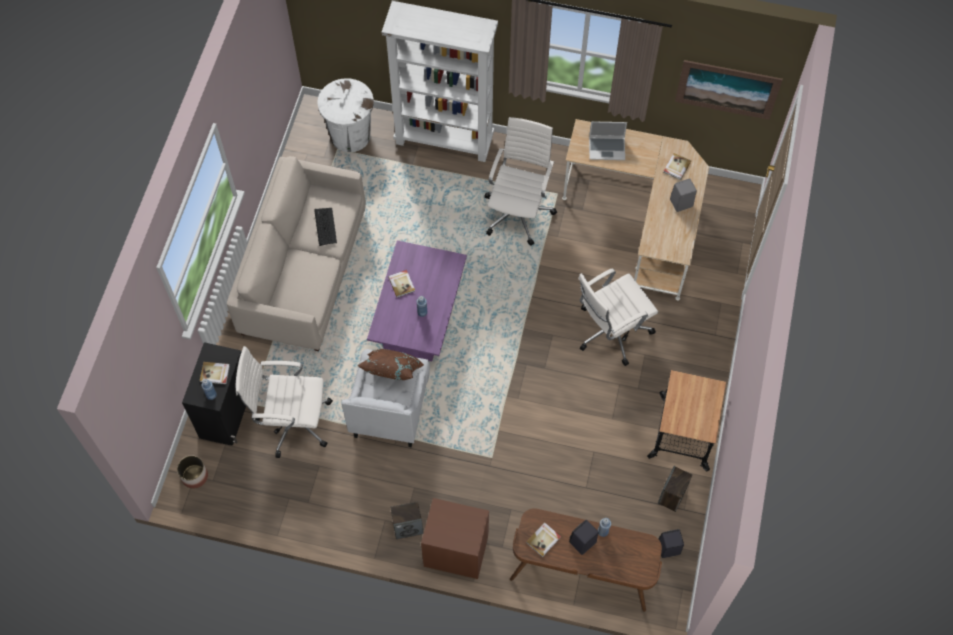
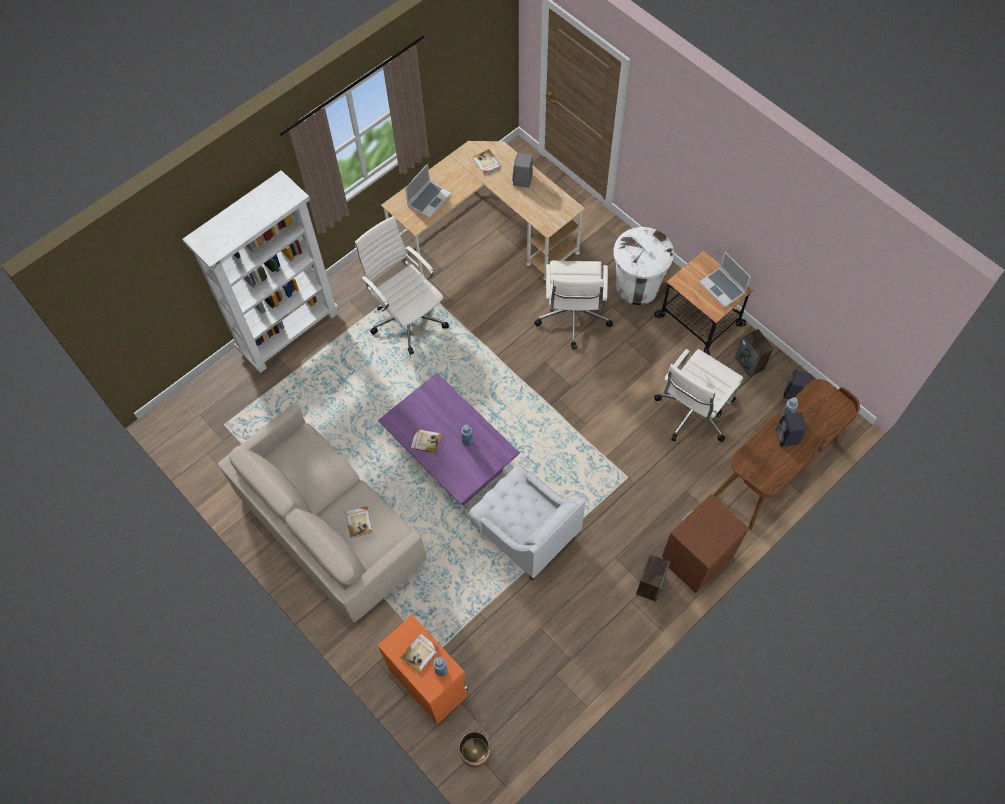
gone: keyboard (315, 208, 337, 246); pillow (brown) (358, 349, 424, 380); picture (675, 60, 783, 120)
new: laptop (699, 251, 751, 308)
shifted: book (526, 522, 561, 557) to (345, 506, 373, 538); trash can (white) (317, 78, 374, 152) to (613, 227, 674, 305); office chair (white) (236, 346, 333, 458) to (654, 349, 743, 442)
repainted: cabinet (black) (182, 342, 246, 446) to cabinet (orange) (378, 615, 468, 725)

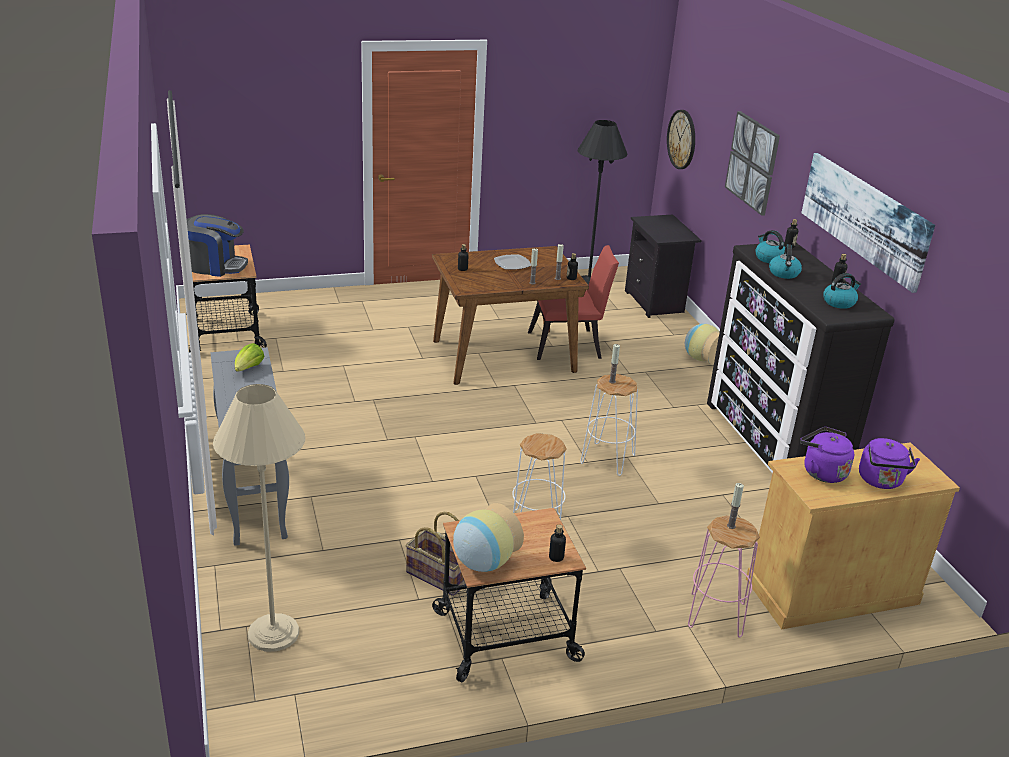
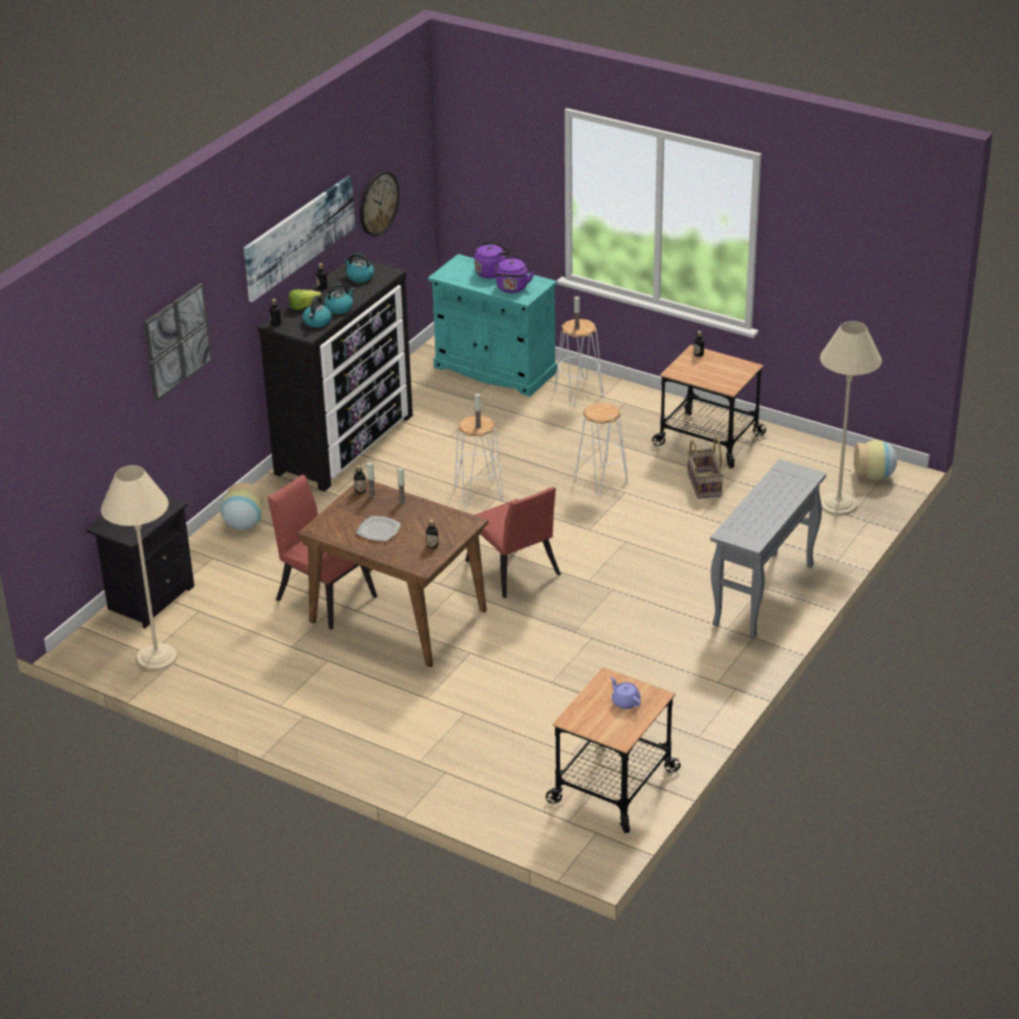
new: chair (red) (465, 487, 561, 598)
shifted: lettuce (235, 343, 264, 372) to (289, 289, 321, 310); wall clock (667, 110, 695, 169) to (360, 171, 399, 236); vase (453, 503, 524, 572) to (854, 440, 897, 480)
swapped: coffee machine (187, 214, 248, 277) to teapot (purple) (610, 677, 641, 709)
repainted: floor lamp (black) (578, 120, 627, 285) to floor lamp (beige) (101, 465, 177, 671); cabinet (beige) (746, 442, 960, 629) to cabinet (turquoise) (428, 254, 557, 397); stool (pink) (688, 516, 760, 638) to stool (white) (554, 319, 604, 406)

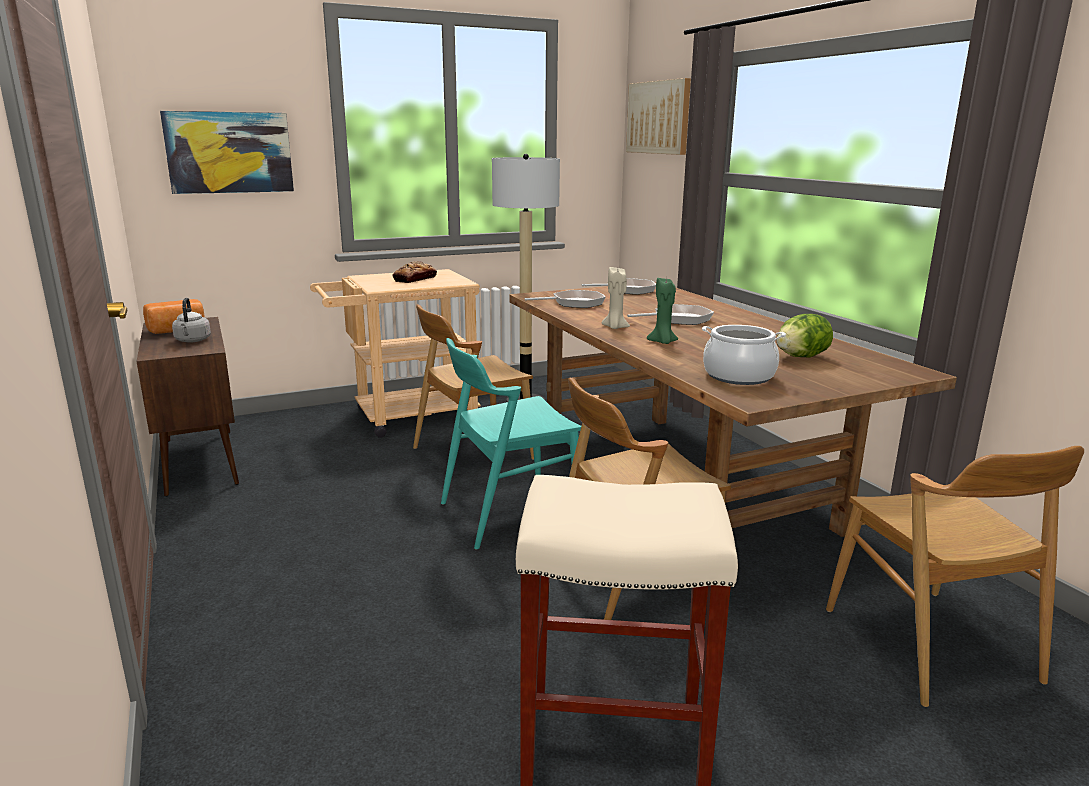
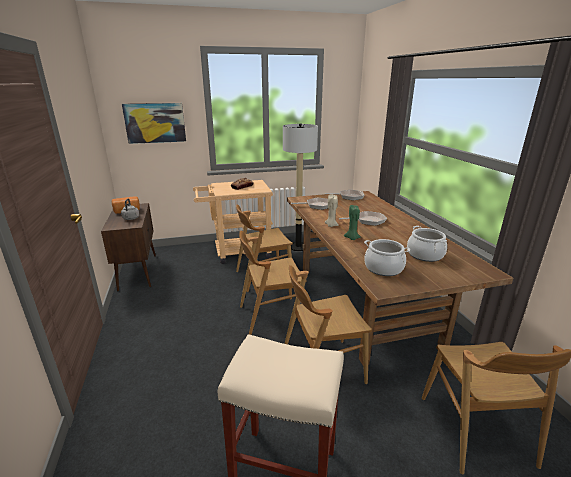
gone: picture (626, 78, 691, 155)
swapped: lettuce (777, 314, 833, 357) to cooking pot (407, 226, 447, 262)
repainted: chair (turquoise) (441, 338, 581, 549) to chair (brown) (239, 231, 307, 335)

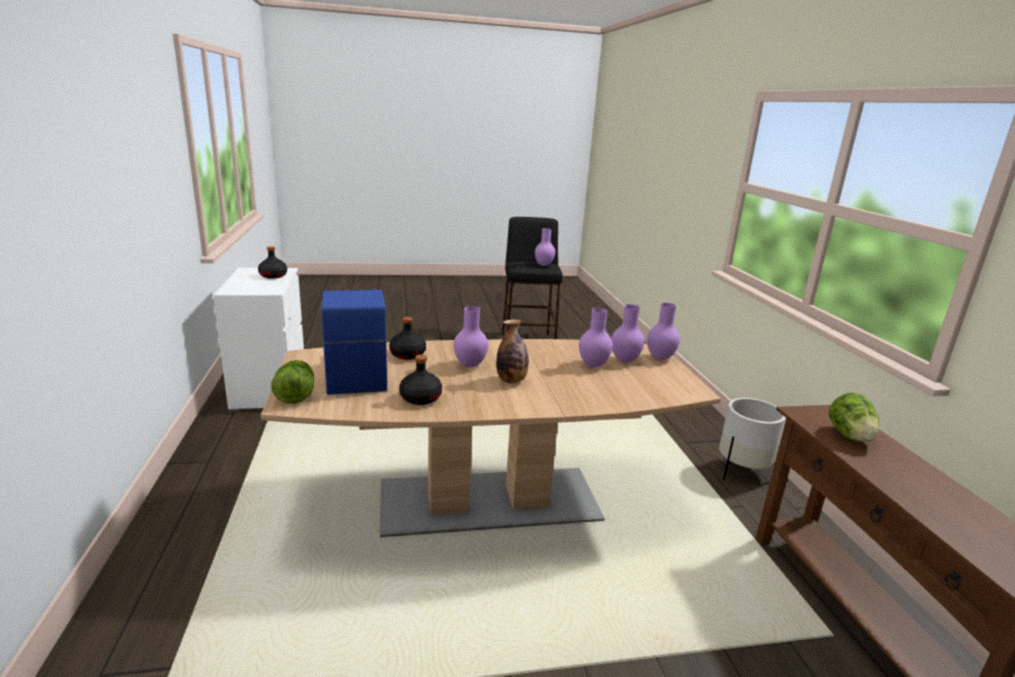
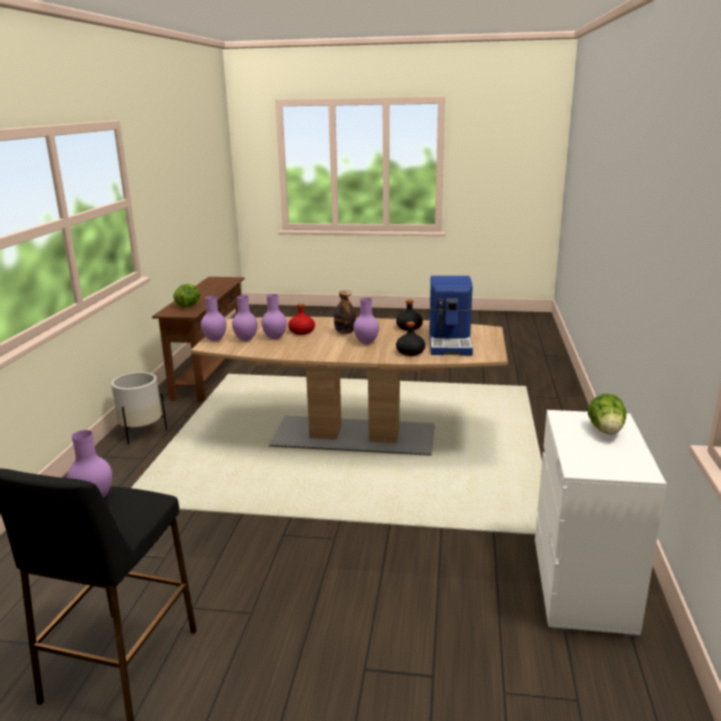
gone: bottle (black) (258, 246, 287, 279)
new: bottle (red) (288, 303, 315, 335)
shifted: lettuce (271, 360, 314, 404) to (588, 394, 626, 435)

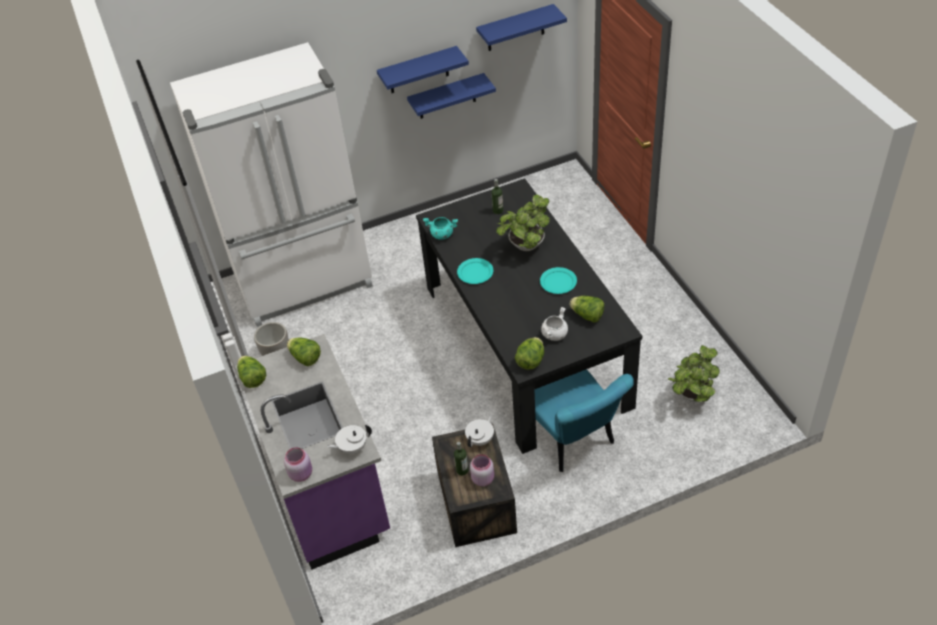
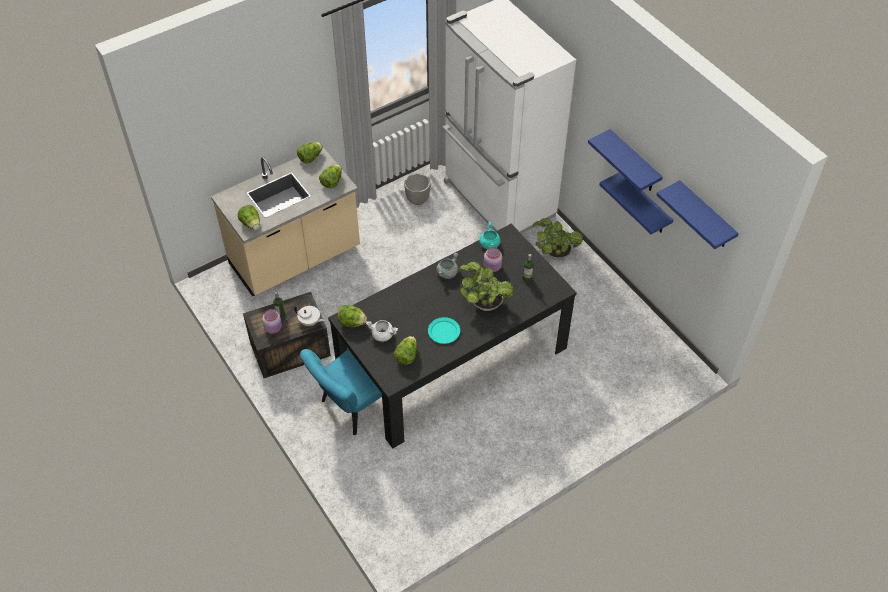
shifted: jar (pink) (284, 447, 312, 482) to (484, 247, 502, 272); potted plant (668, 345, 720, 402) to (532, 218, 583, 260)
swapped: teapot (white) (327, 425, 372, 454) to lettuce (238, 205, 260, 230); plate (turquoise) (457, 258, 493, 284) to cooking pot (grey) (436, 252, 458, 279)
repainted: counter (purple) (235, 334, 390, 570) to counter (beige) (211, 147, 360, 297)

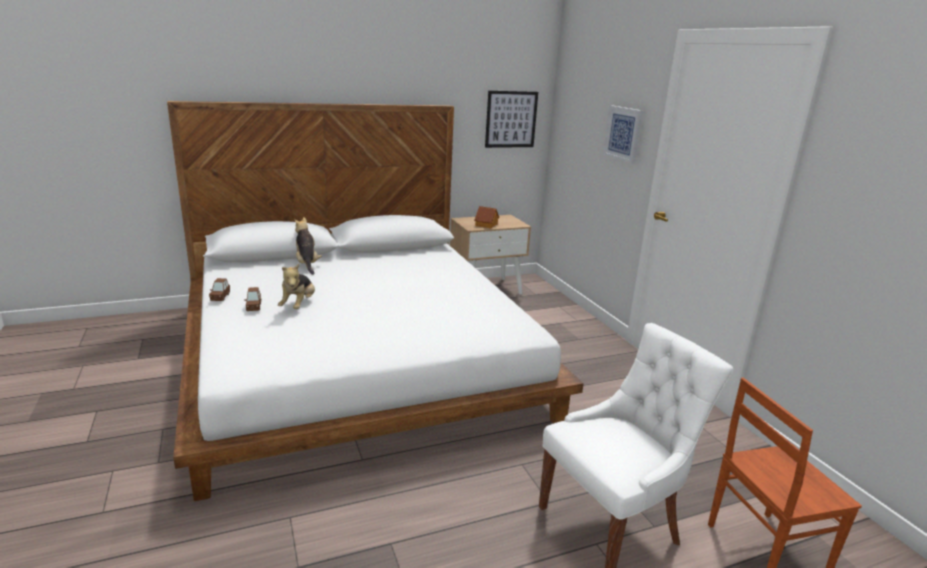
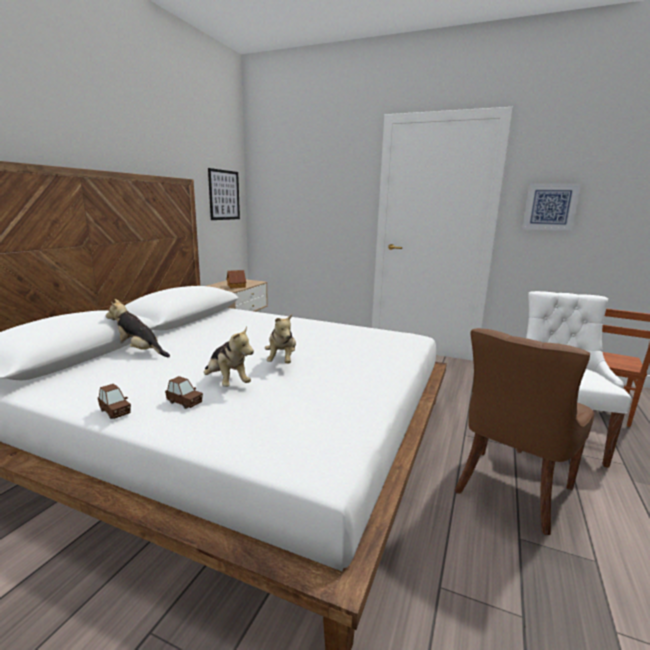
new: plush toy (265, 314, 296, 364); chair (brown) (454, 328, 594, 535)
shifted: picture (603, 105, 643, 164) to (522, 183, 581, 231)

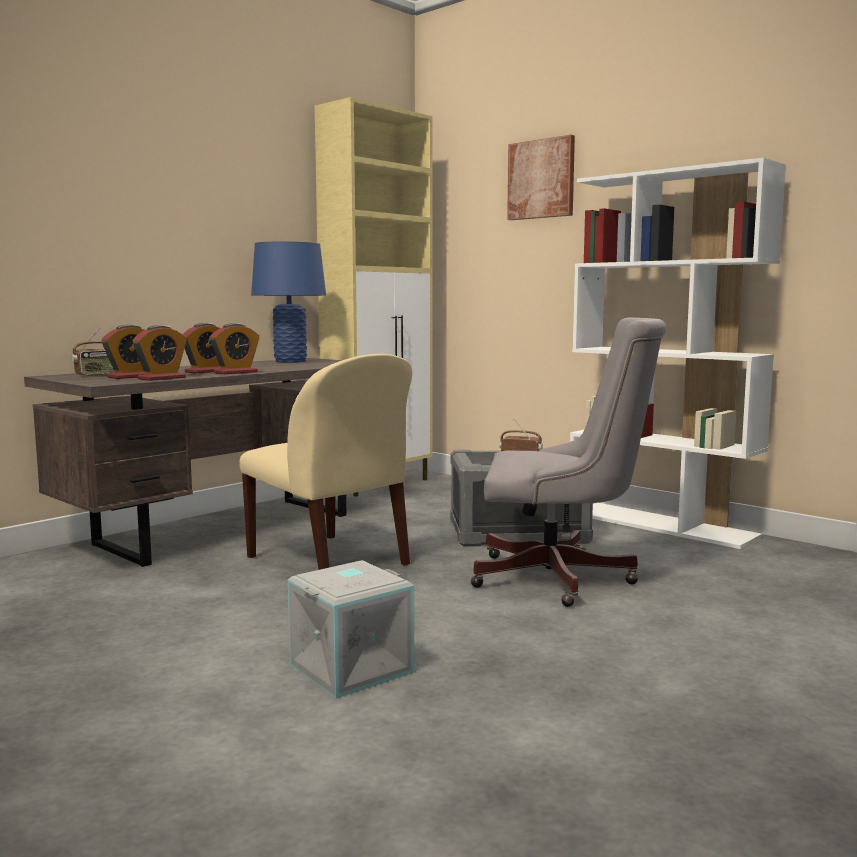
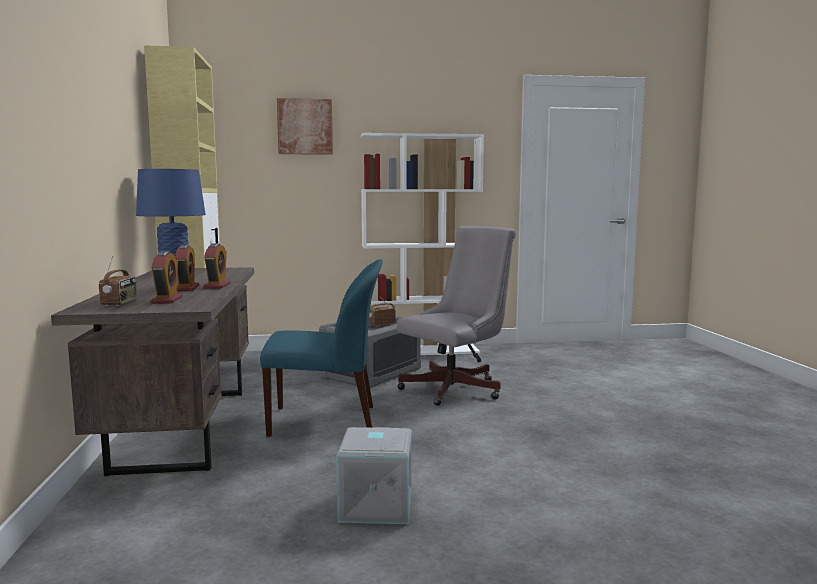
gone: alarm clock (132, 325, 187, 381)
shifted: storage box (grey) (288, 560, 414, 698) to (337, 427, 412, 524)
repainted: chair (beige) (239, 354, 412, 570) to chair (blue) (260, 259, 383, 437)

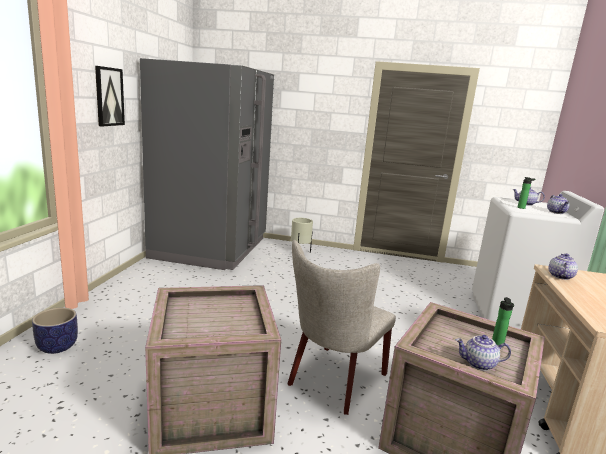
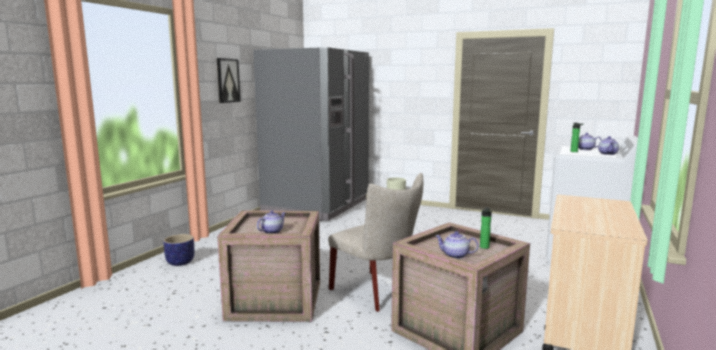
shifted: teapot (548, 253, 578, 280) to (257, 211, 286, 233)
rotated: chair (beige) (287, 240, 396, 415) = (328, 173, 423, 312) 90 degrees counterclockwise

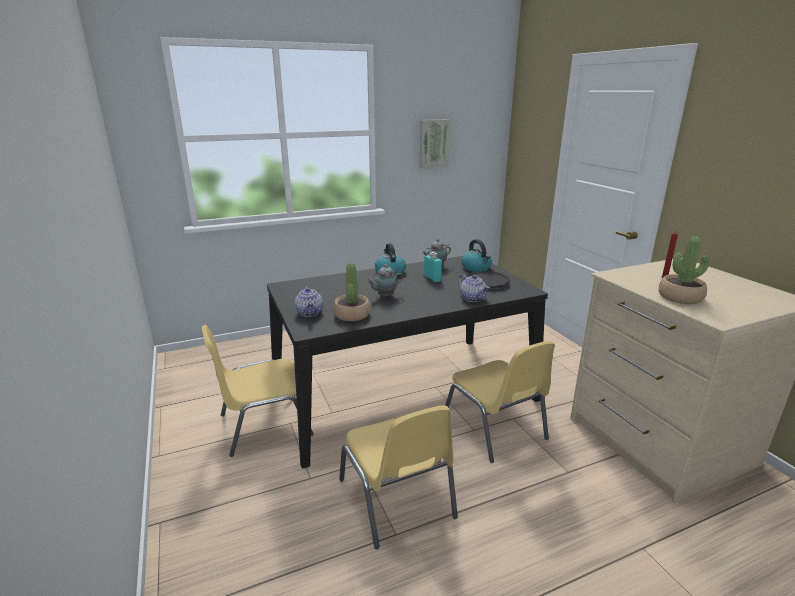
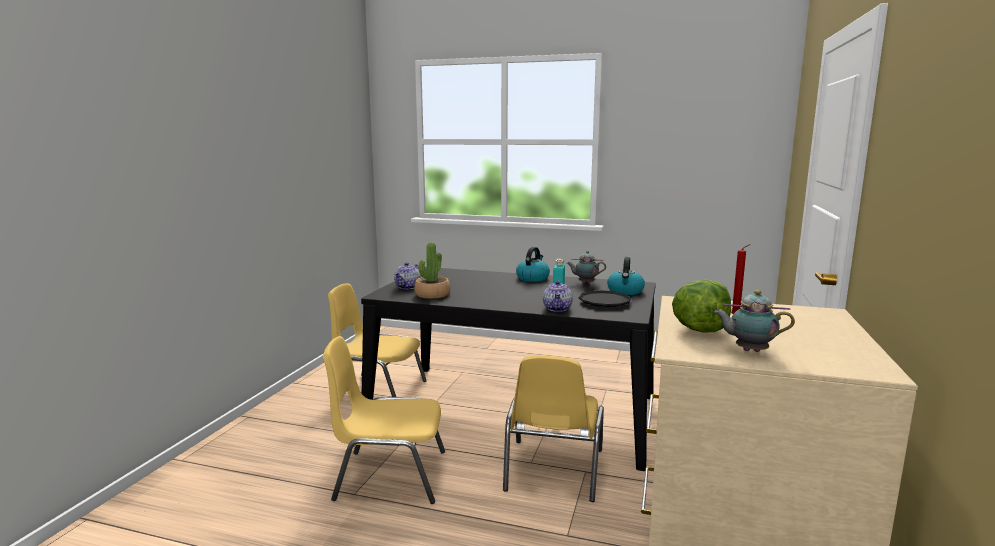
gone: picture (420, 119, 451, 169)
shifted: teapot (366, 264, 403, 297) to (714, 290, 795, 352)
swapped: potted plant (659, 237, 710, 304) to lettuce (672, 280, 731, 333)
rotated: chair (yellow) (339, 406, 458, 549) = (323, 336, 445, 504) 75 degrees clockwise

